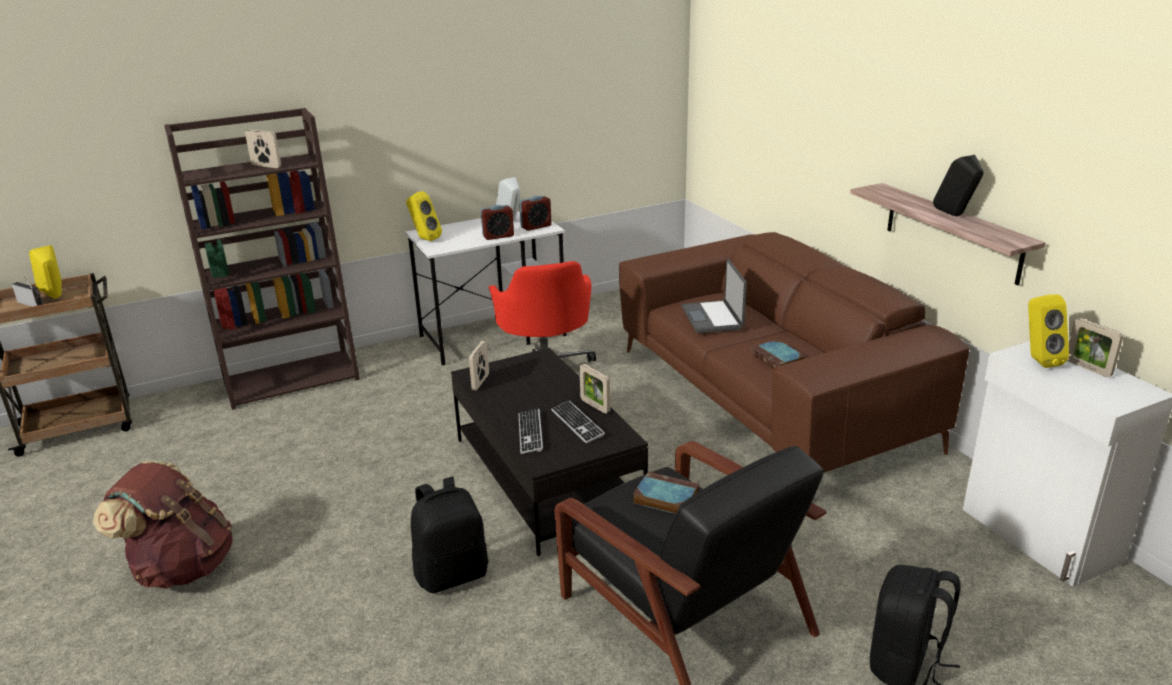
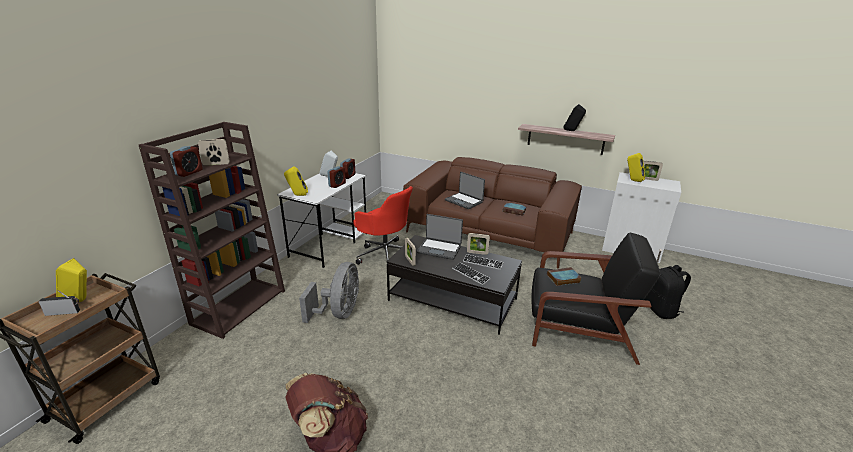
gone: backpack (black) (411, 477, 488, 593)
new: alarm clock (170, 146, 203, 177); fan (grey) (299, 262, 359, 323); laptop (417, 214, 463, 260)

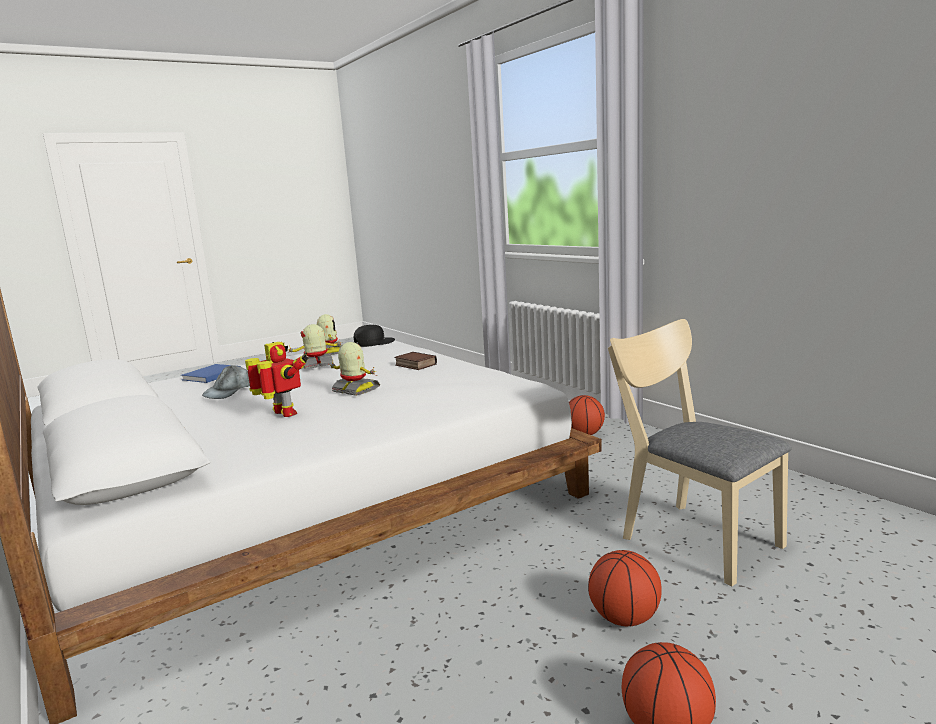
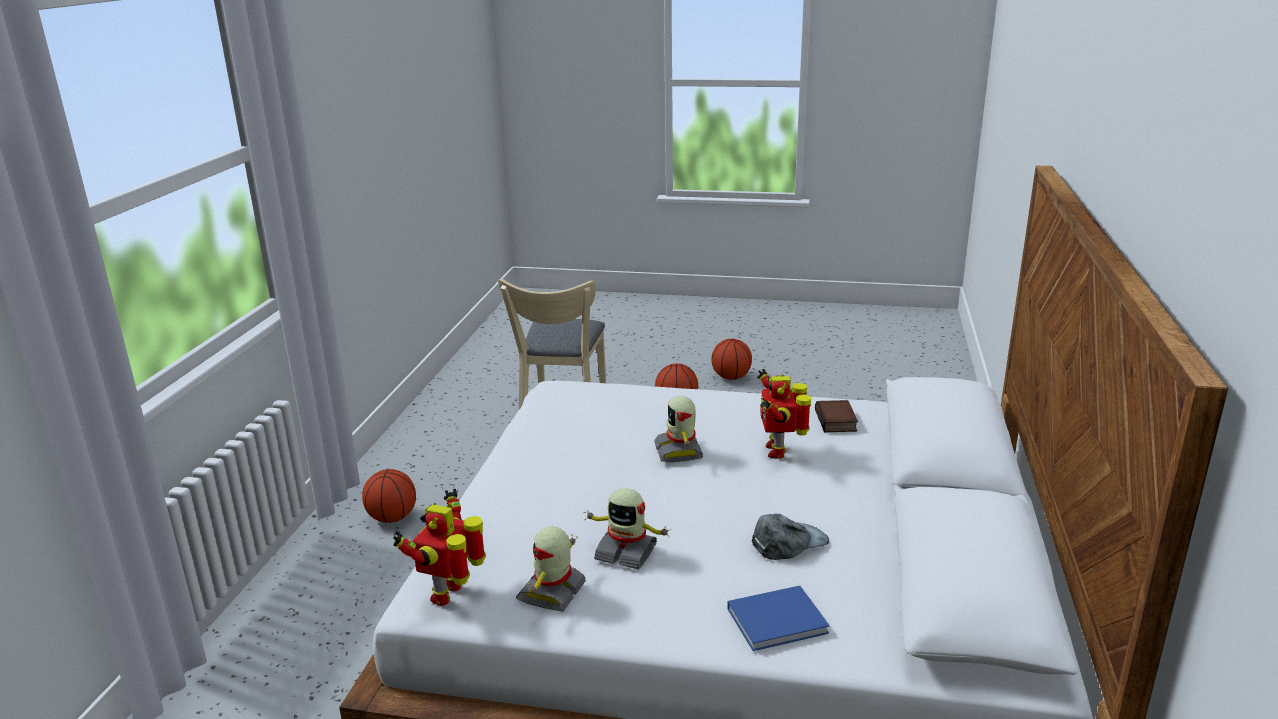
shifted: book (395, 352, 437, 370) to (815, 400, 858, 432)
swapped: cap (black) (354, 325, 395, 347) to toy robot (393, 489, 486, 606)

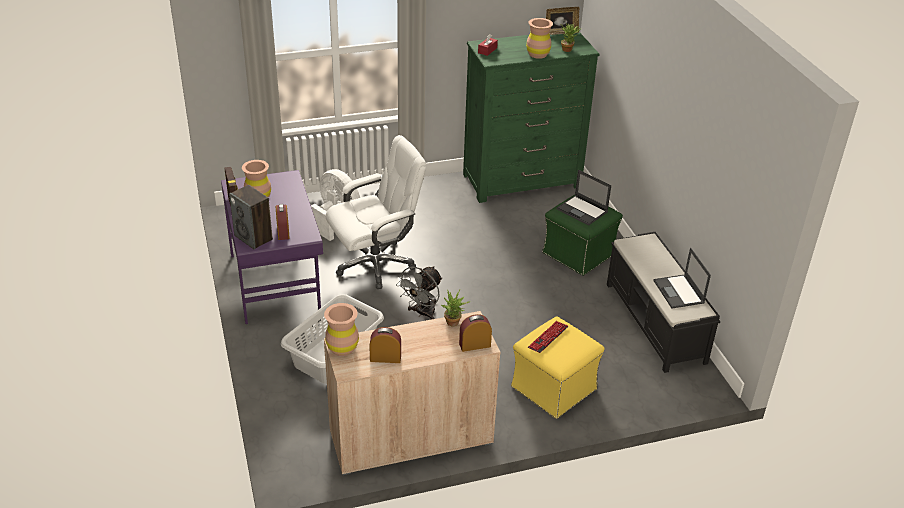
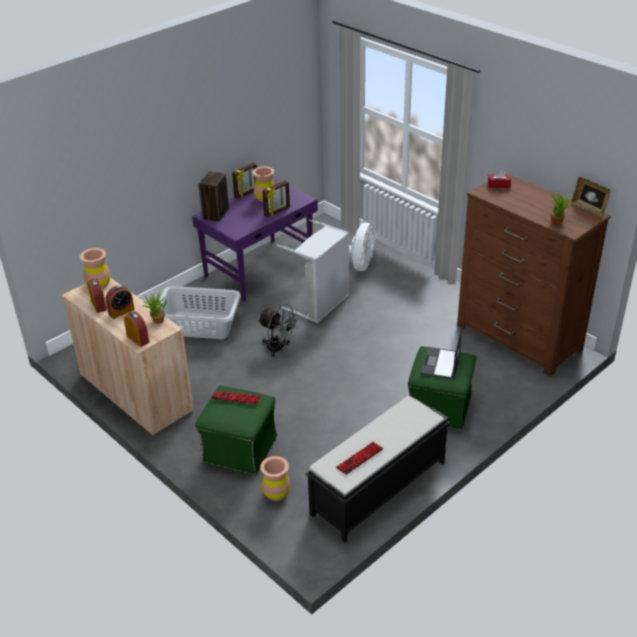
new: picture frame (262, 180, 290, 217)
shifted: alarm clock (276, 204, 290, 240) to (106, 285, 135, 319); vase (brown) (526, 18, 553, 59) to (260, 456, 290, 501)
swapped: office chair (white) (326, 135, 426, 289) to laundry basket (grey) (276, 219, 349, 323); laptop (653, 248, 711, 308) to keyboard (336, 442, 383, 475)
repainted: ottoman (yellow) (511, 316, 605, 419) to ottoman (green) (195, 385, 277, 475); dresser (green) (463, 32, 599, 203) to dresser (brown) (457, 173, 611, 376)
rotated: fan (grey) (396, 266, 442, 320) = (258, 304, 300, 357) 150 degrees counterclockwise

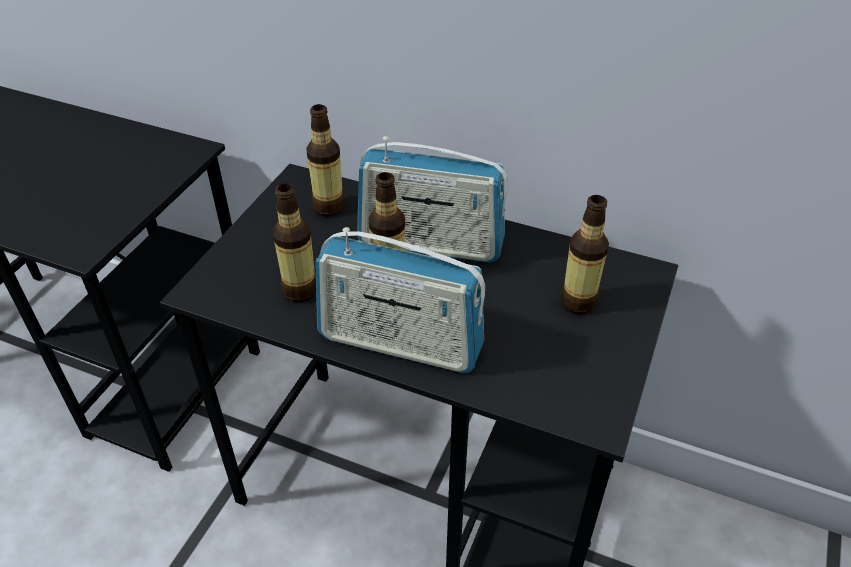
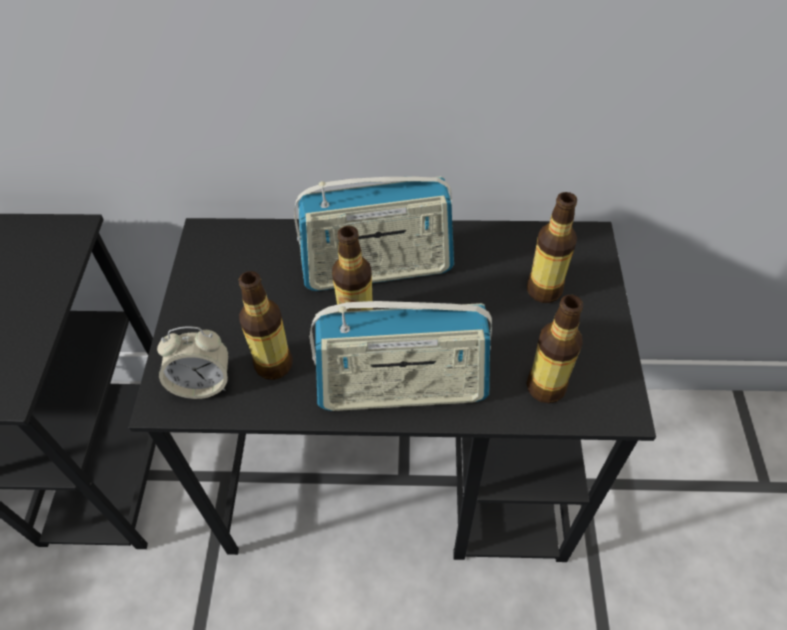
new: alarm clock (157, 326, 229, 399)
shifted: bottle (306, 104, 345, 217) to (527, 295, 583, 403)

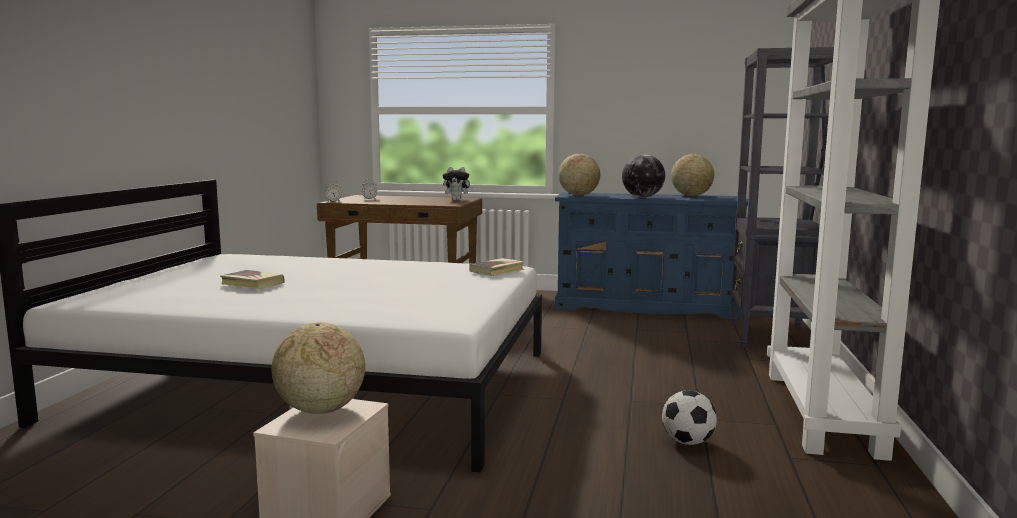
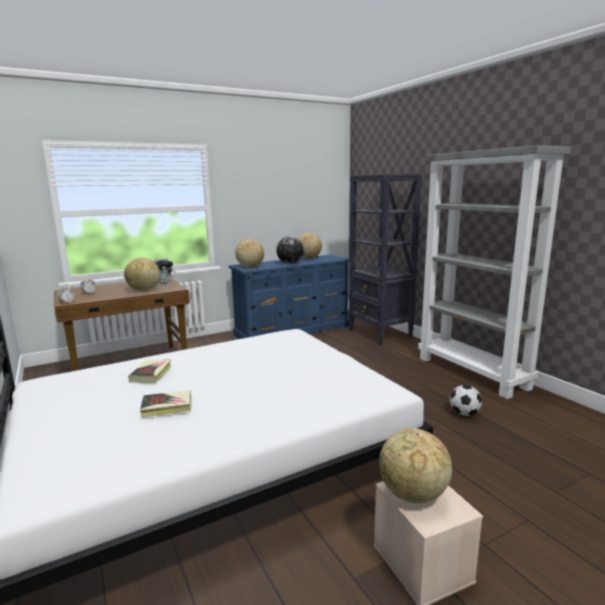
new: globe (124, 257, 160, 291)
shifted: book (469, 258, 524, 276) to (128, 360, 171, 383)

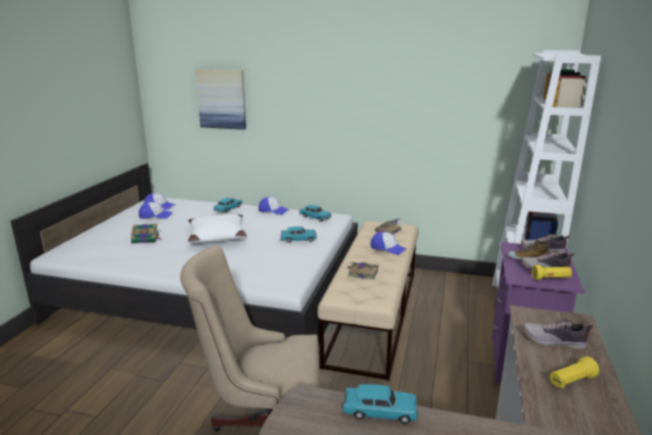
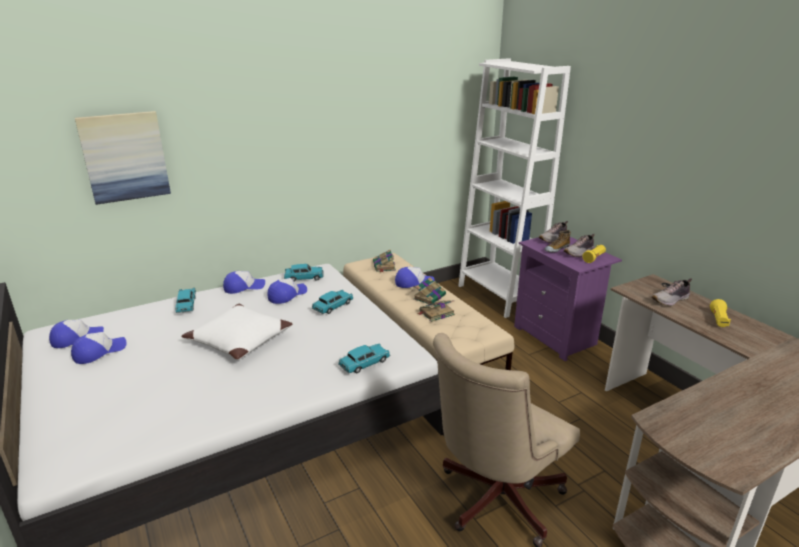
new: cap (267, 278, 307, 304)
shifted: toy car (turquoise) (342, 384, 418, 424) to (338, 344, 390, 374); book (131, 224, 161, 243) to (413, 278, 446, 304)

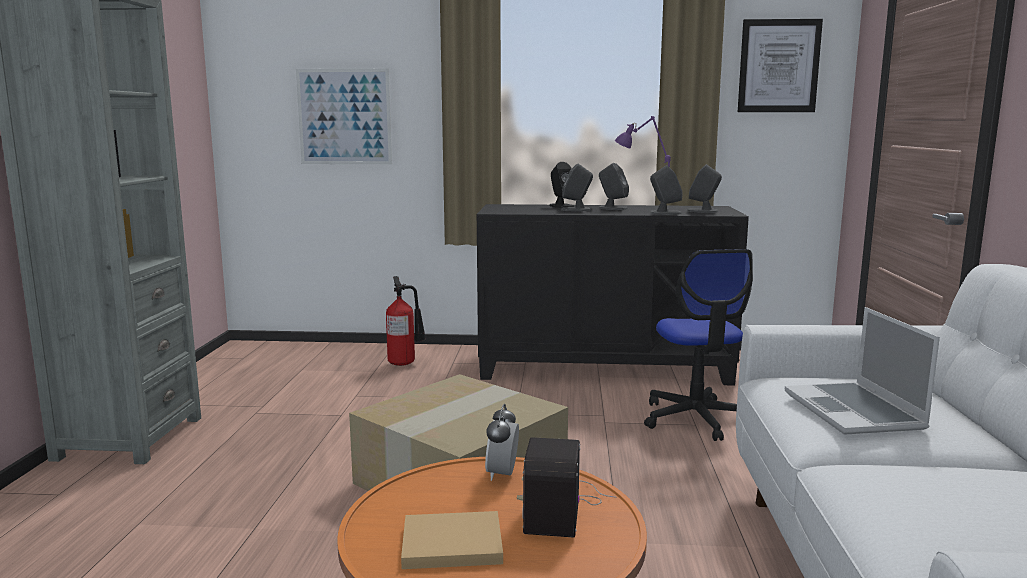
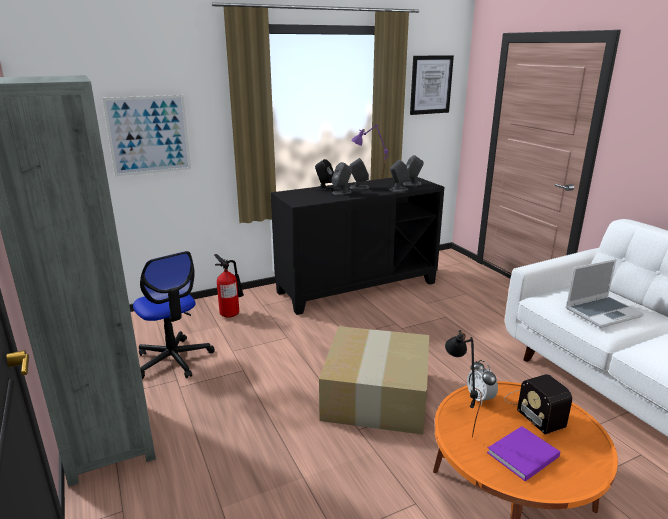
new: table lamp (black) (445, 330, 482, 438)
shifted: office chair (644, 249, 753, 441) to (133, 251, 215, 379)
repainted: book (beige) (401, 511, 503, 569) to book (purple) (487, 426, 560, 481)
rotated: laptop (785, 307, 940, 435) = (566, 259, 644, 328) 75 degrees counterclockwise

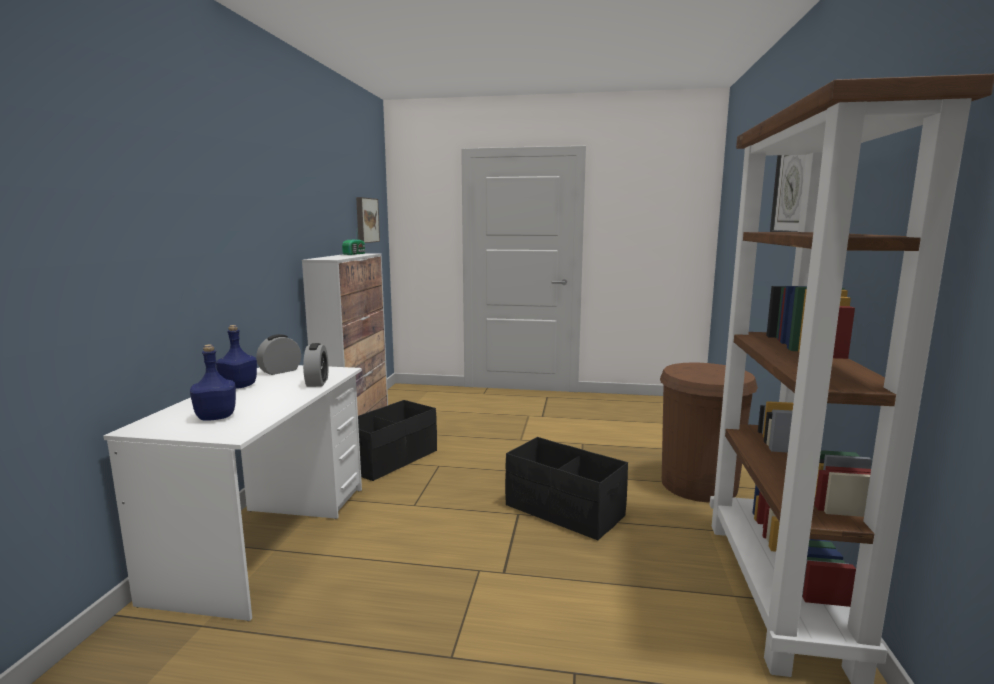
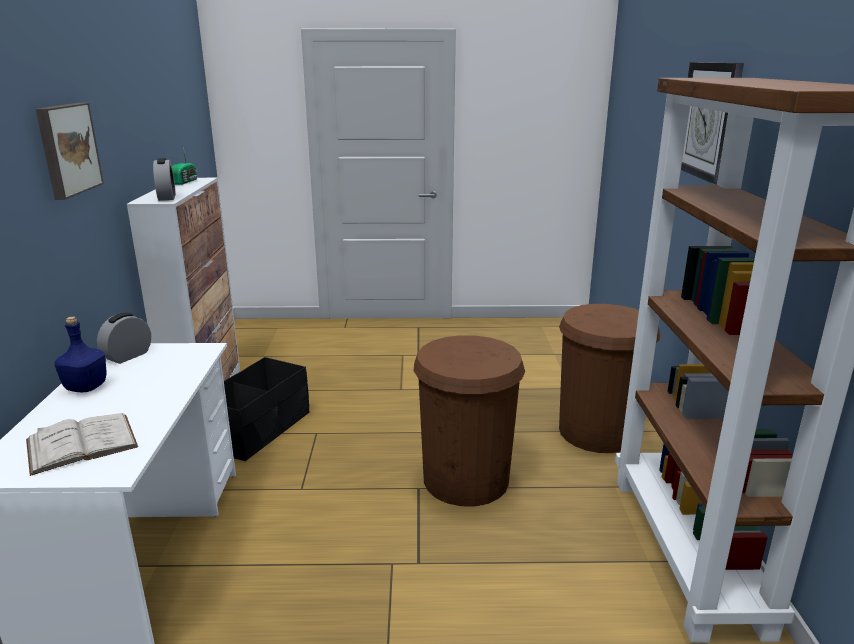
shifted: picture (356, 197, 380, 243) to (36, 103, 104, 199); alarm clock (303, 343, 328, 387) to (153, 158, 176, 201)
swapped: bottle (blue) (190, 345, 236, 421) to book (white) (26, 413, 138, 476); storage box (black) (505, 437, 628, 541) to trash can (brown) (414, 335, 525, 507)

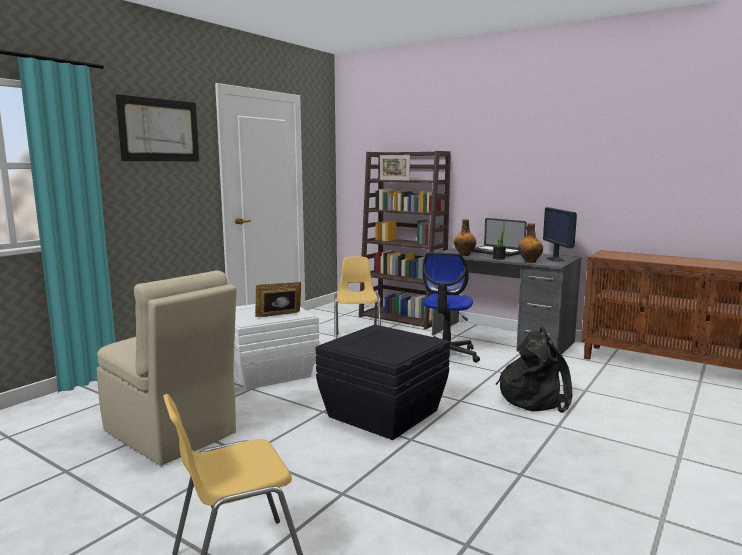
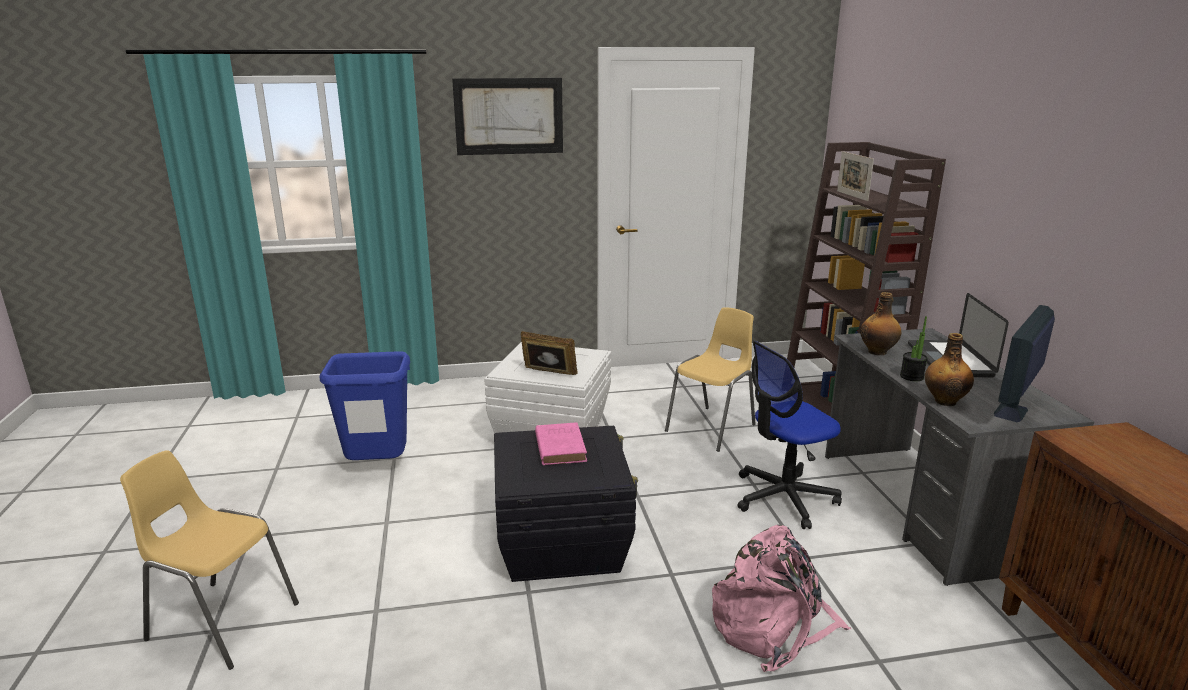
new: book (pink) (535, 422, 587, 465)
swapped: chair (beige) (97, 270, 237, 465) to trash can (blue) (319, 351, 410, 460)
repainted: backpack (black) (495, 326, 573, 413) to backpack (pink) (712, 525, 851, 672)

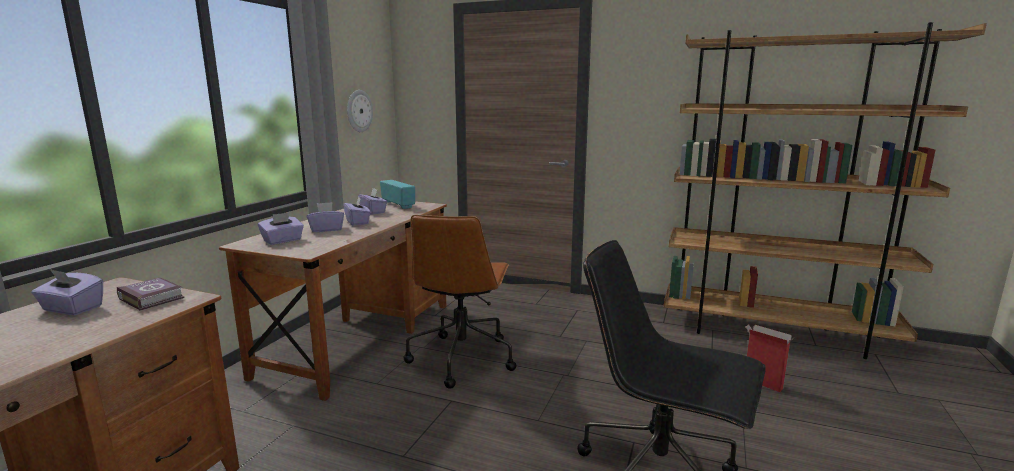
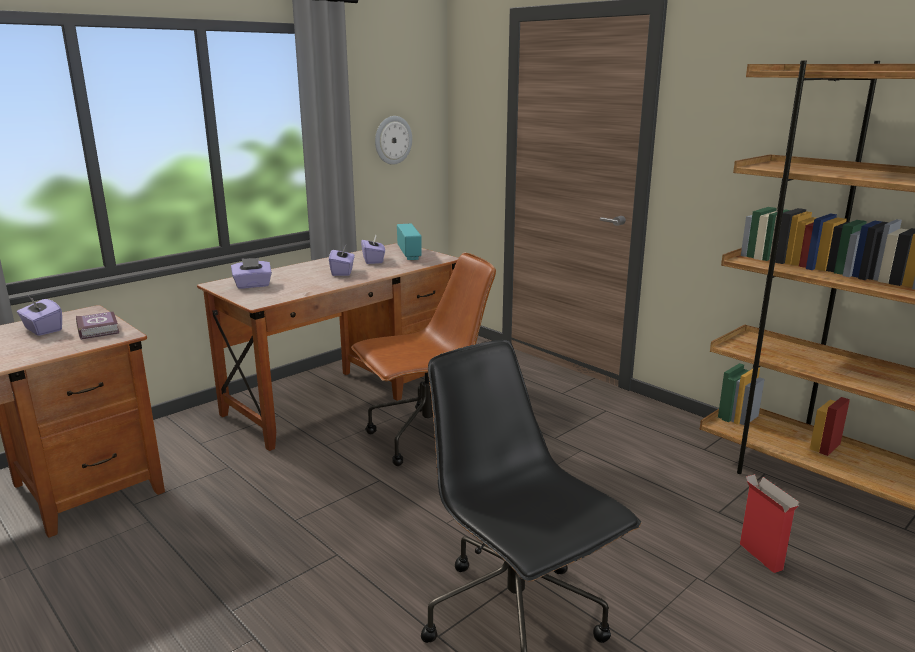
gone: tissue box (purple) (307, 202, 344, 232)
rotated: office chair (brown) (404, 215, 516, 389) = (351, 253, 496, 466) 150 degrees counterclockwise

